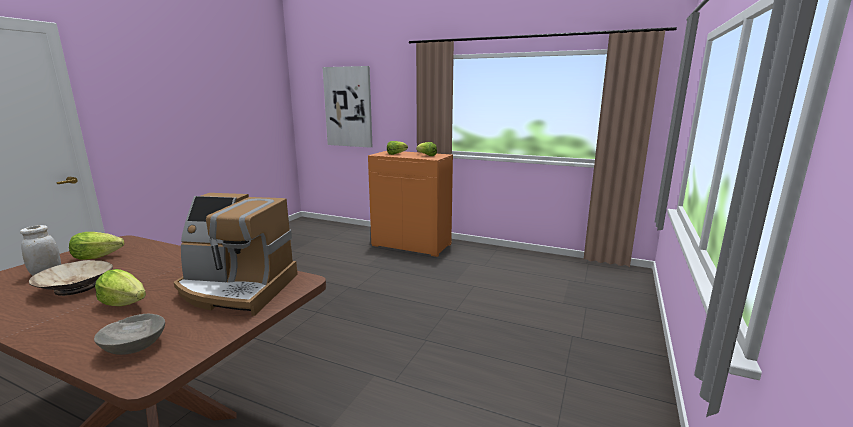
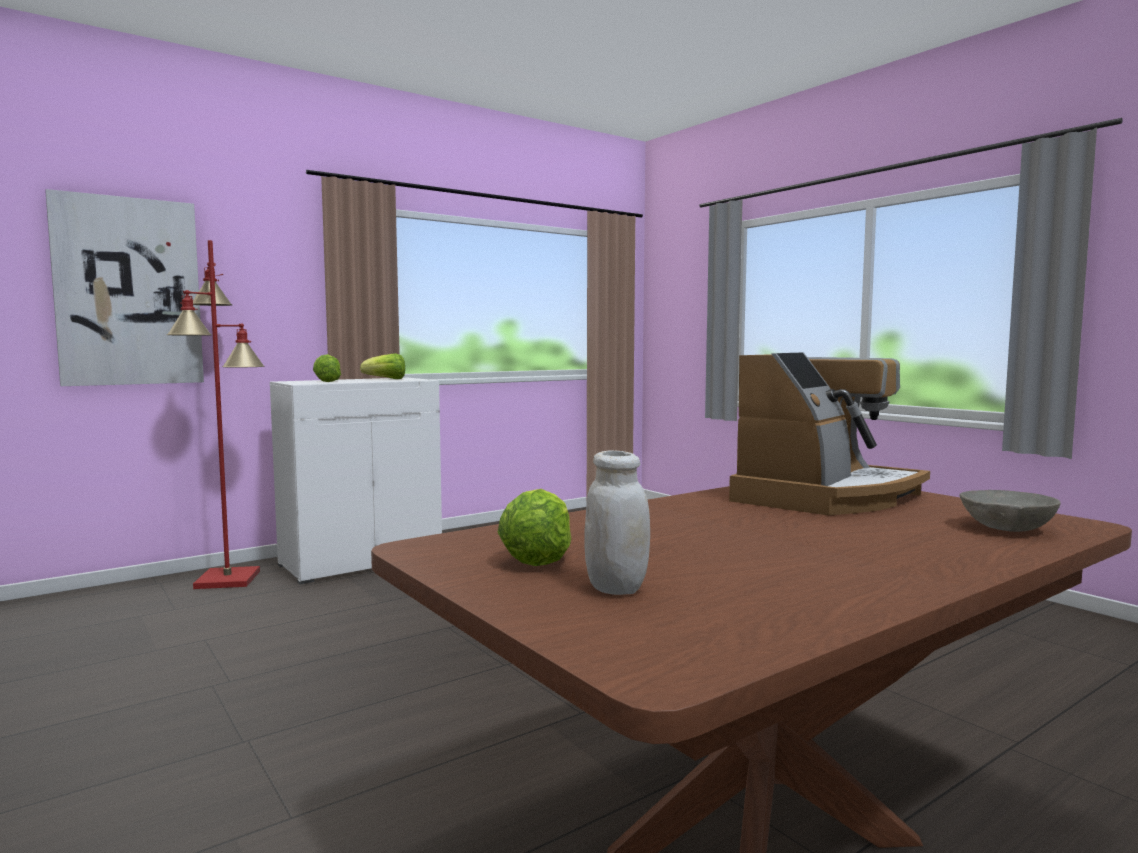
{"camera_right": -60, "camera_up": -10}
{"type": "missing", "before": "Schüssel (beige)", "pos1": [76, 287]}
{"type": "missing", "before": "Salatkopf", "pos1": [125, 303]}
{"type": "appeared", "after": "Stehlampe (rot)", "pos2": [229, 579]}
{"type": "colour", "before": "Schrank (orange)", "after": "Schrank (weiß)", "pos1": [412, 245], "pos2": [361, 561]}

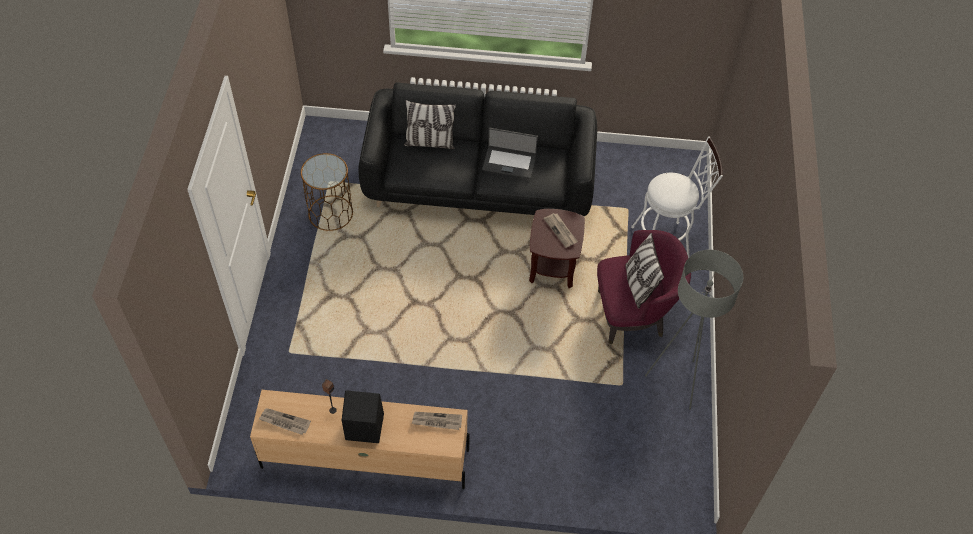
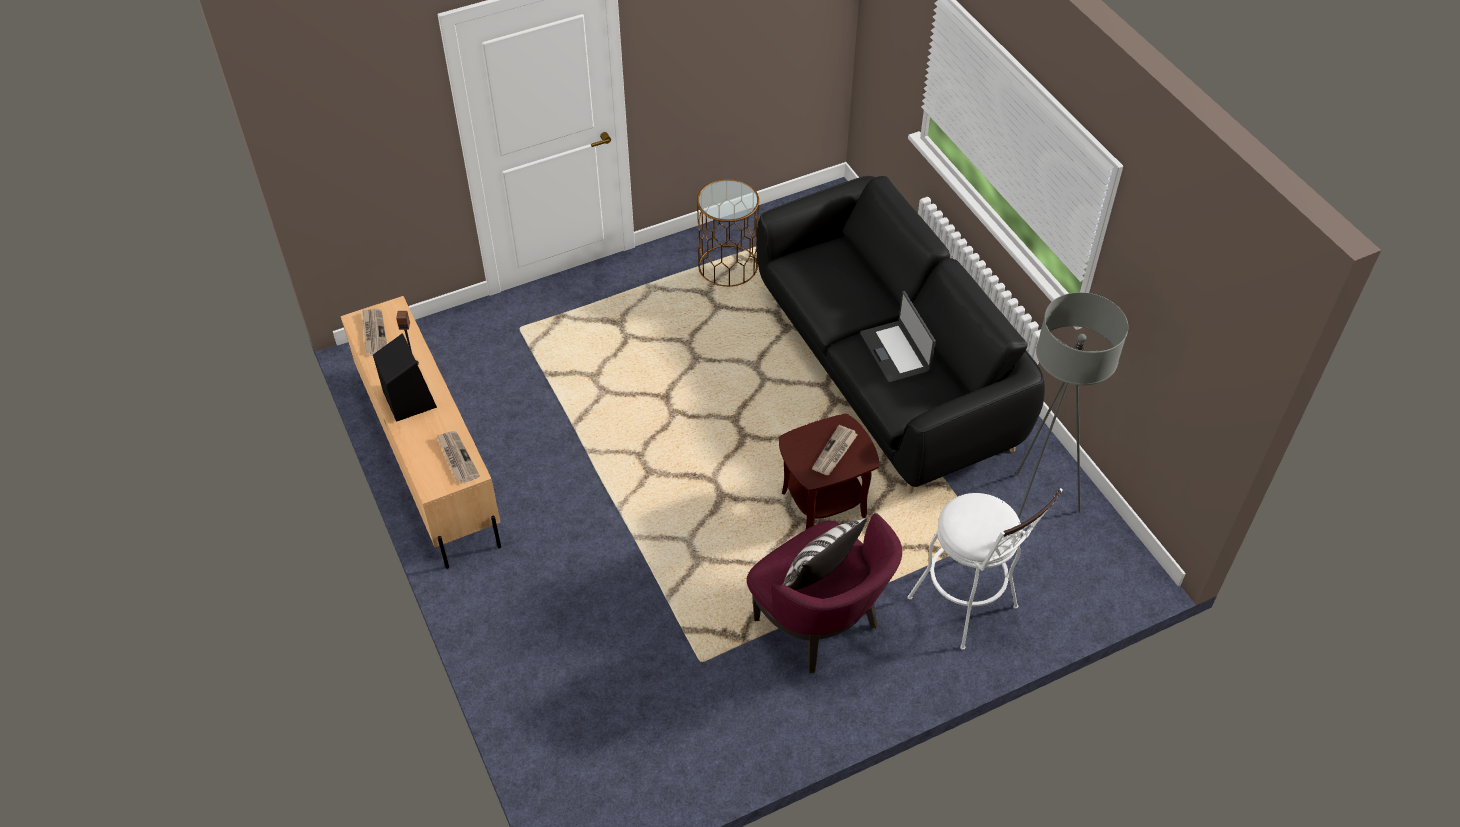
{"camera_right": 60, "camera_up": -5}
{"type": "missing", "before": "Kissen", "pos1": [430, 142]}
{"type": "relocated", "before": "Stehlampe (grau)", "pos1": [676, 382], "pos2": [1035, 507]}

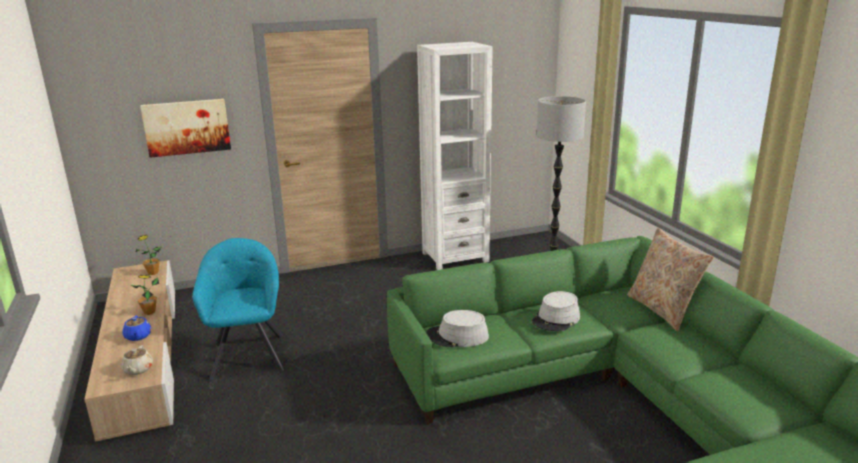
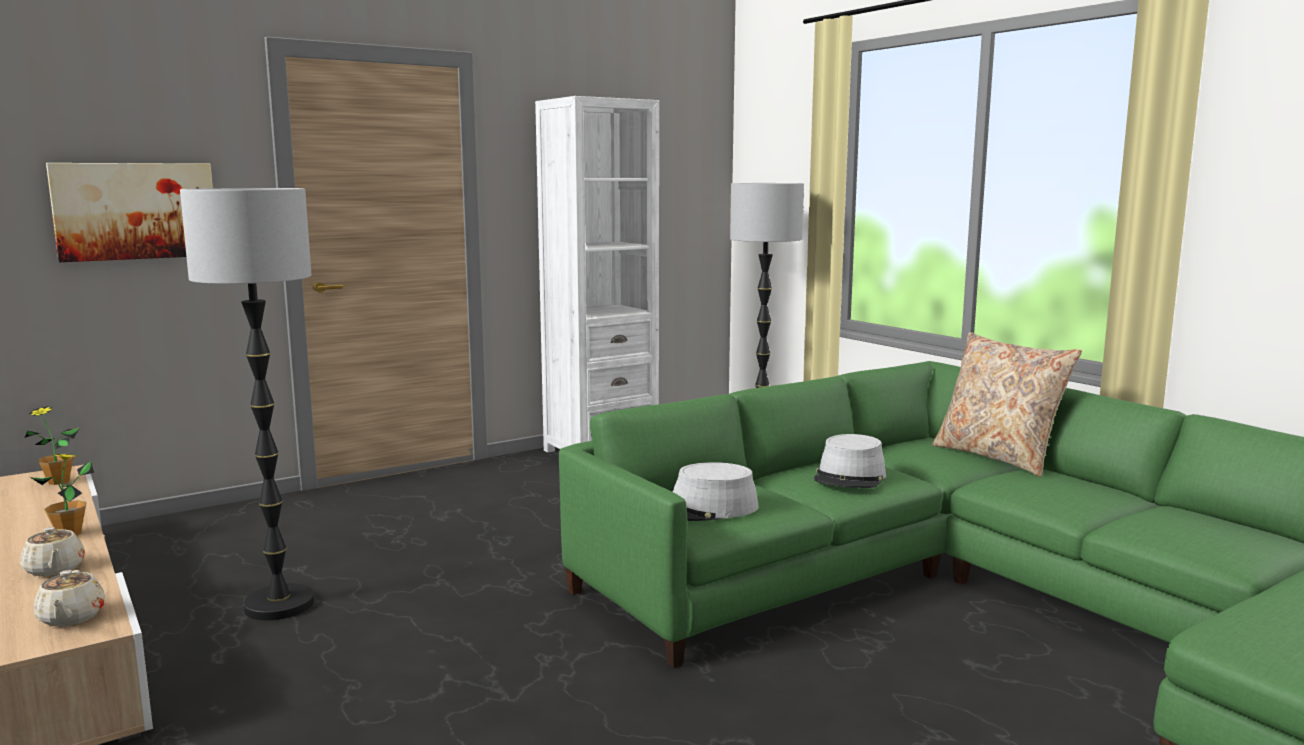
{"camera_right": -15, "camera_up": -10}
{"type": "exchanged", "before": "Sessel (türkis)", "after": "Stehlampe", "pos1": [248, 354], "pos2": [279, 605]}
{"type": "colour", "before": "Teekanne (blau)", "after": "Teekanne (beige)", "pos1": [138, 336], "pos2": [54, 569]}

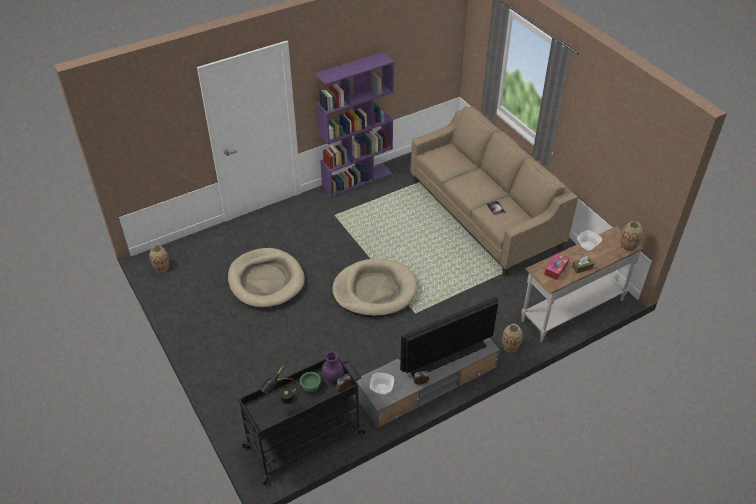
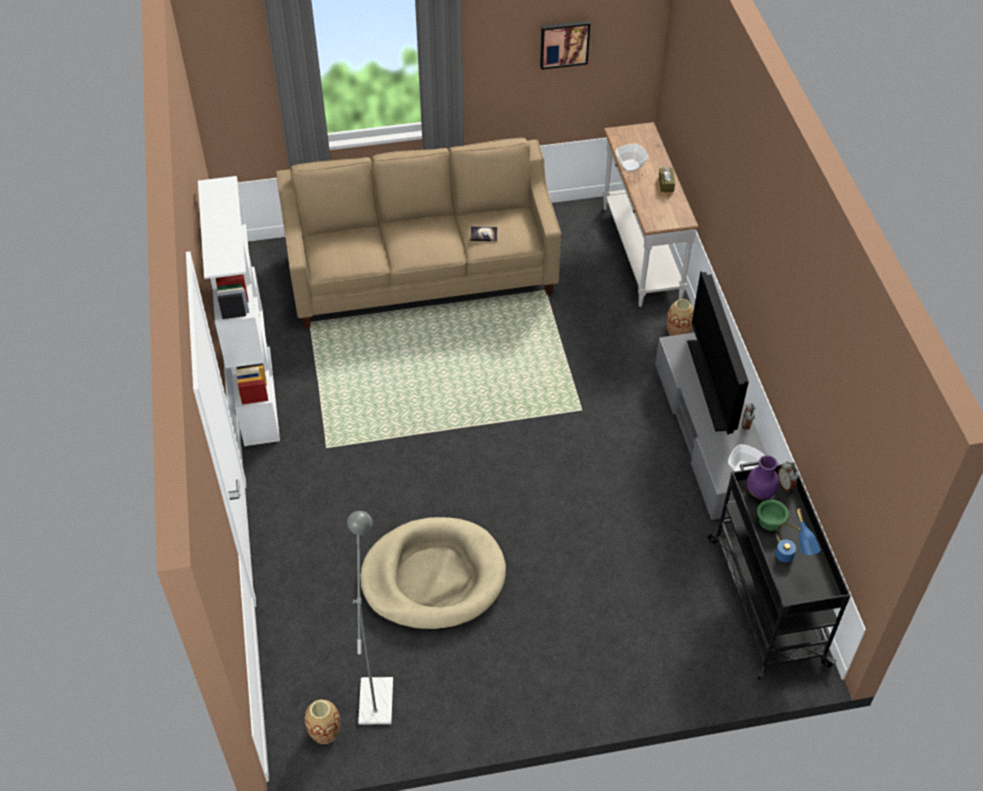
{"camera_right": -70, "camera_up": 5}
{"type": "missing", "before": "Hundebett (beige)", "pos1": [374, 291]}
{"type": "missing", "before": "Taschentuchbox", "pos1": [556, 269]}
{"type": "missing", "before": "Vase", "pos1": [628, 246]}
{"type": "appeared", "after": "Stehlampe (grau)", "pos2": [376, 691]}
{"type": "appeared", "after": "Bild", "pos2": [564, 43]}
{"type": "colour", "before": "Tischlampe (schwarz)", "after": "Tischlampe (blau)", "pos1": [282, 402], "pos2": [789, 561]}
{"type": "colour", "before": "Bücherregal (lila)", "after": "Bücherregal (weiß)", "pos1": [357, 179], "pos2": [256, 395]}

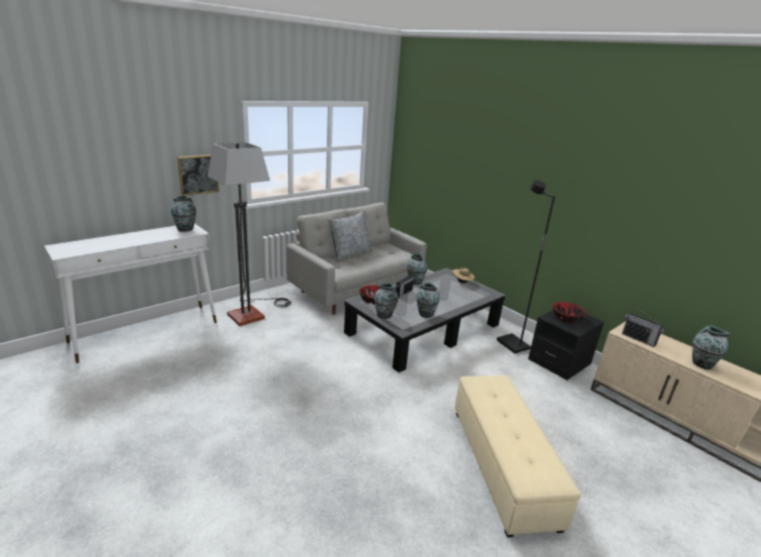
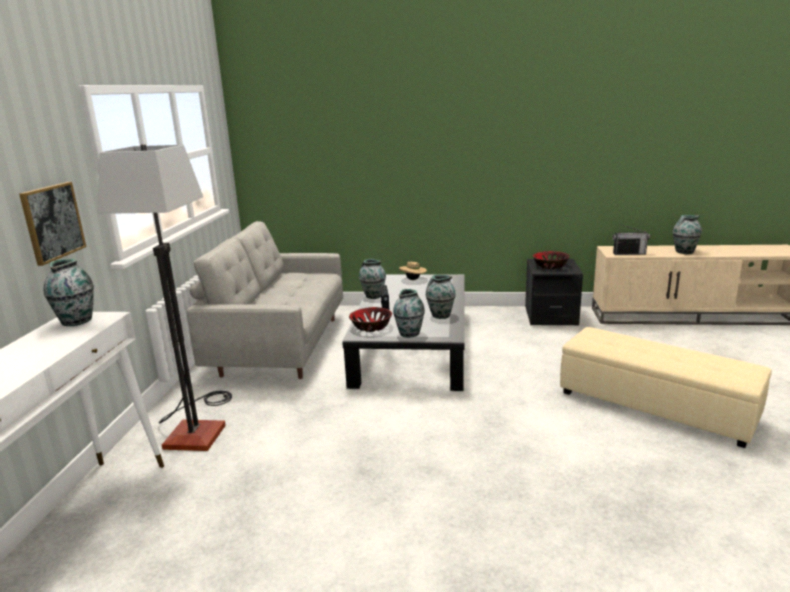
{"camera_right": -40, "camera_up": -5}
{"type": "missing", "before": "Kissen", "pos1": [350, 255]}
{"type": "missing", "before": "Stehlampe (schwarz)", "pos1": [512, 345]}

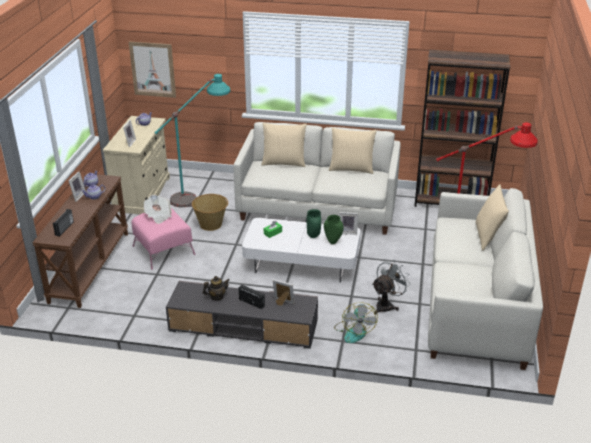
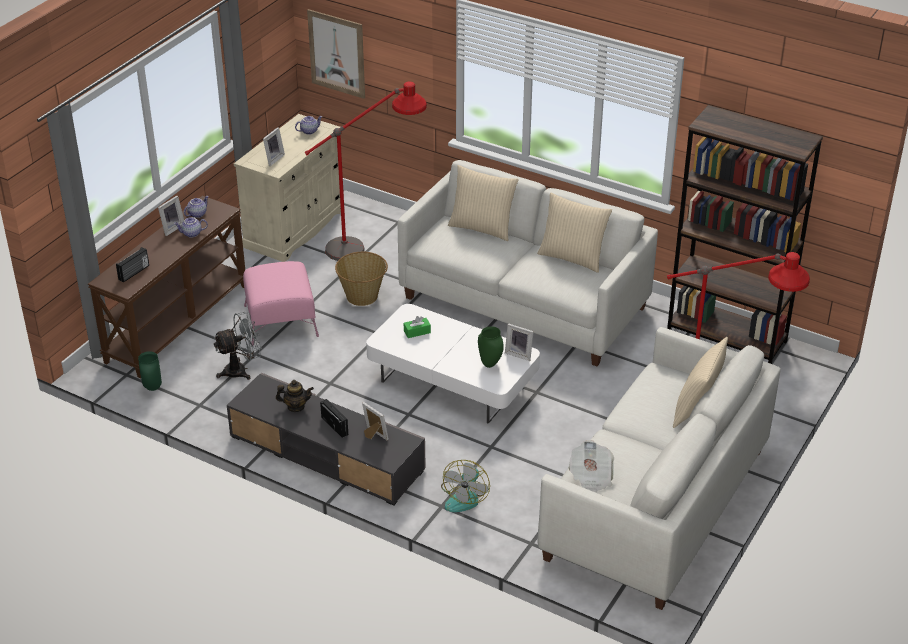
{"camera_right": 20, "camera_up": 5}
{"type": "relocated", "before": "Zeitung", "pos1": [158, 216], "pos2": [591, 477]}
{"type": "relocated", "before": "Vase (grün)", "pos1": [313, 236], "pos2": [152, 388]}
{"type": "relocated", "before": "Ventilator (grau)", "pos1": [387, 305], "pos2": [241, 370]}
{"type": "colour", "before": "Stehlampe (türkis)", "after": "Stehlampe (rot)", "pos1": [200, 194], "pos2": [372, 245]}

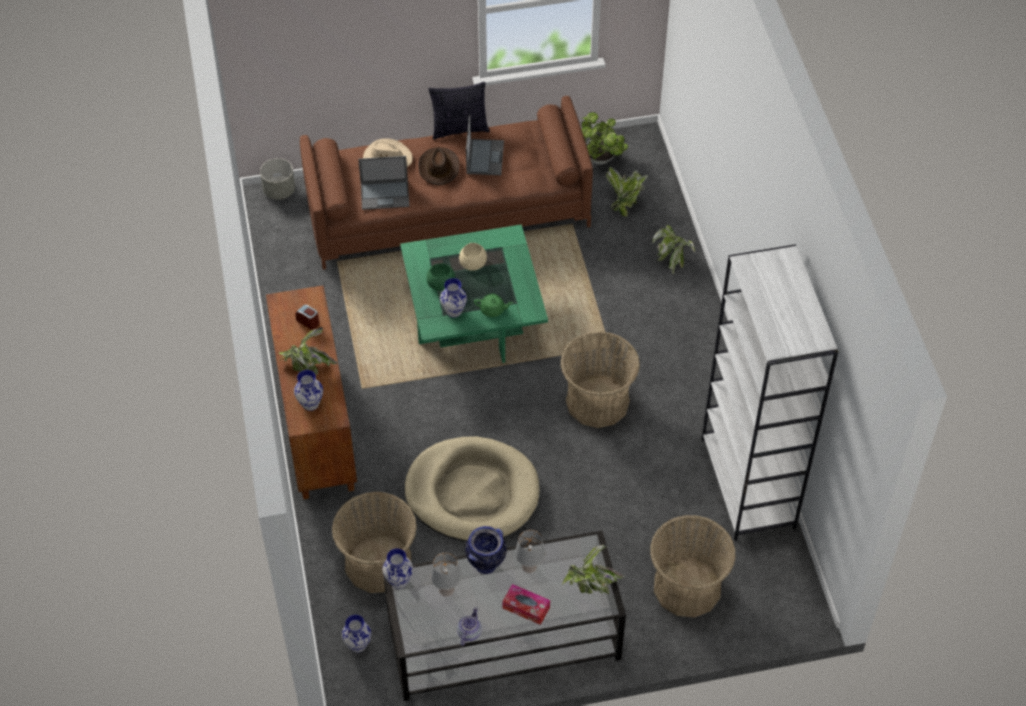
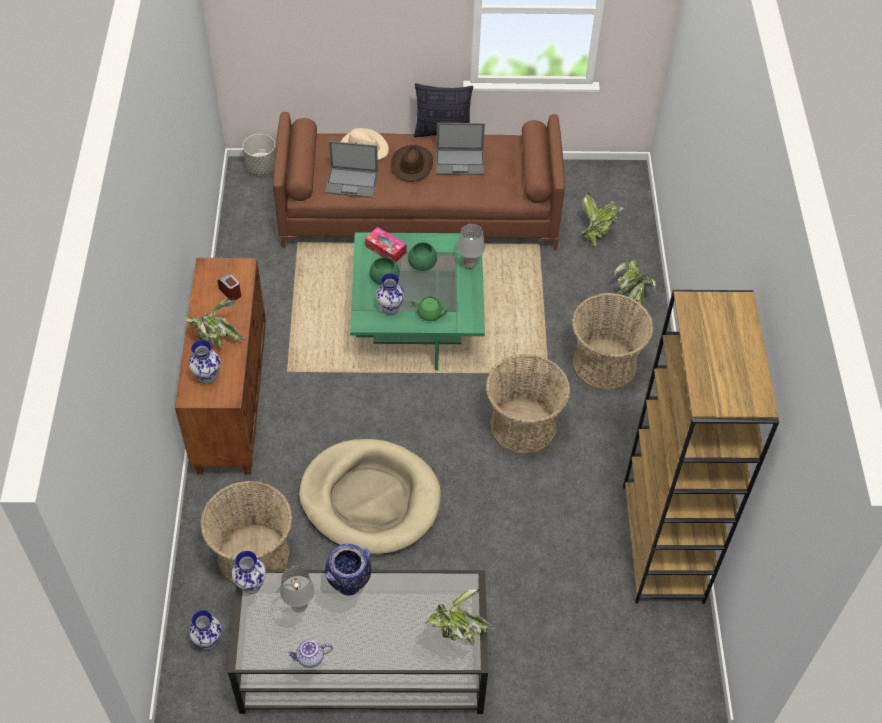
{"camera_right": 10, "camera_up": 0}
{"type": "missing", "before": "Topfpflanze", "pos1": [601, 160]}
{"type": "relocated", "before": "Taschentuchbox", "pos1": [526, 607], "pos2": [385, 249]}
{"type": "relocated", "before": "Tischlampe (grau)", "pos1": [529, 567], "pos2": [470, 264]}
{"type": "relocated", "before": "Korb", "pos1": [687, 587], "pos2": [604, 365]}
{"type": "colour", "before": "Schüssel (beige)", "after": "Schüssel (grün)", "pos1": [472, 264], "pos2": [422, 264]}
{"type": "colour", "before": "Bücherregal (weiß)", "after": "Bücherregal (braun)", "pos1": [748, 483], "pos2": [663, 543]}
{"type": "spun", "before": "Teekanne", "pos1": [468, 632], "pos2": [310, 658], "turn": -135}
{"type": "spun", "before": "Laptop", "pos1": [485, 157], "pos2": [460, 162], "turn": 75}

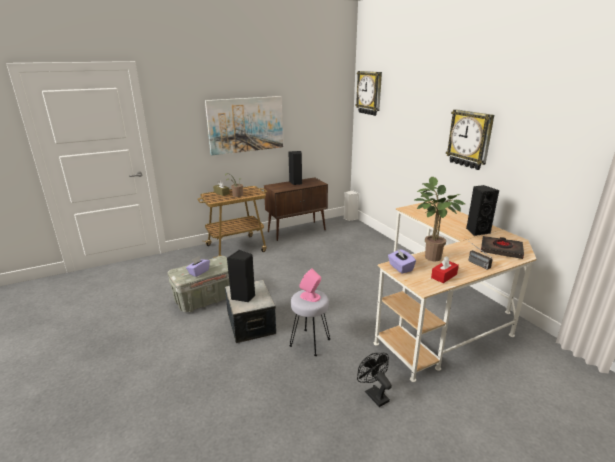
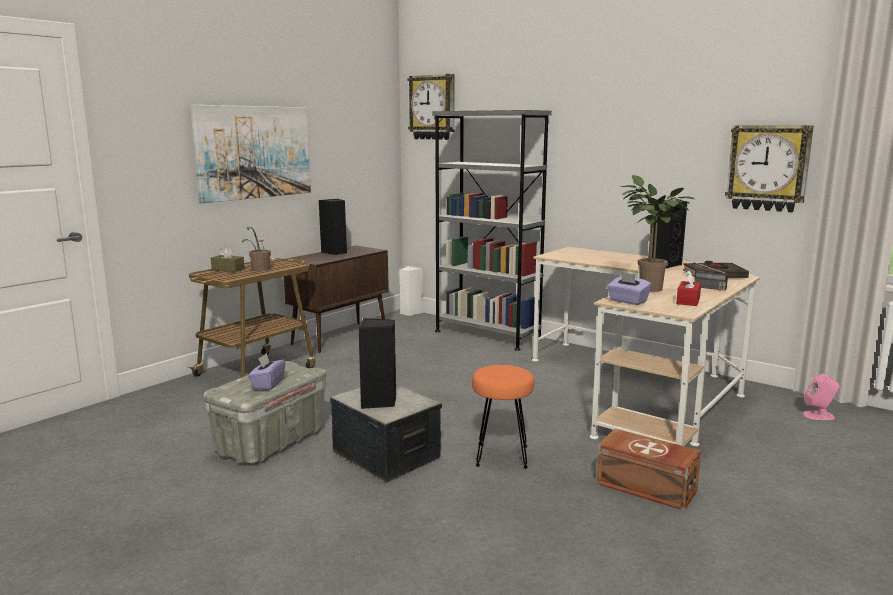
{"camera_right": -25, "camera_up": -10}
{"type": "appeared", "after": "Bücherregal (grau)", "pos2": [487, 335]}
{"type": "relocated", "before": "Lautsprecher (rosa)", "pos1": [310, 297], "pos2": [819, 415]}
{"type": "relocated", "before": "Wanduhr", "pos1": [470, 139], "pos2": [768, 168]}
{"type": "exchanged", "before": "Ventilator (schwarz)", "after": "Aufbewahrungsbox (braun)", "pos1": [373, 394], "pos2": [647, 488]}
{"type": "colour", "before": "Hocker (grau)", "after": "Hocker (orange)", "pos1": [309, 342], "pos2": [501, 456]}

